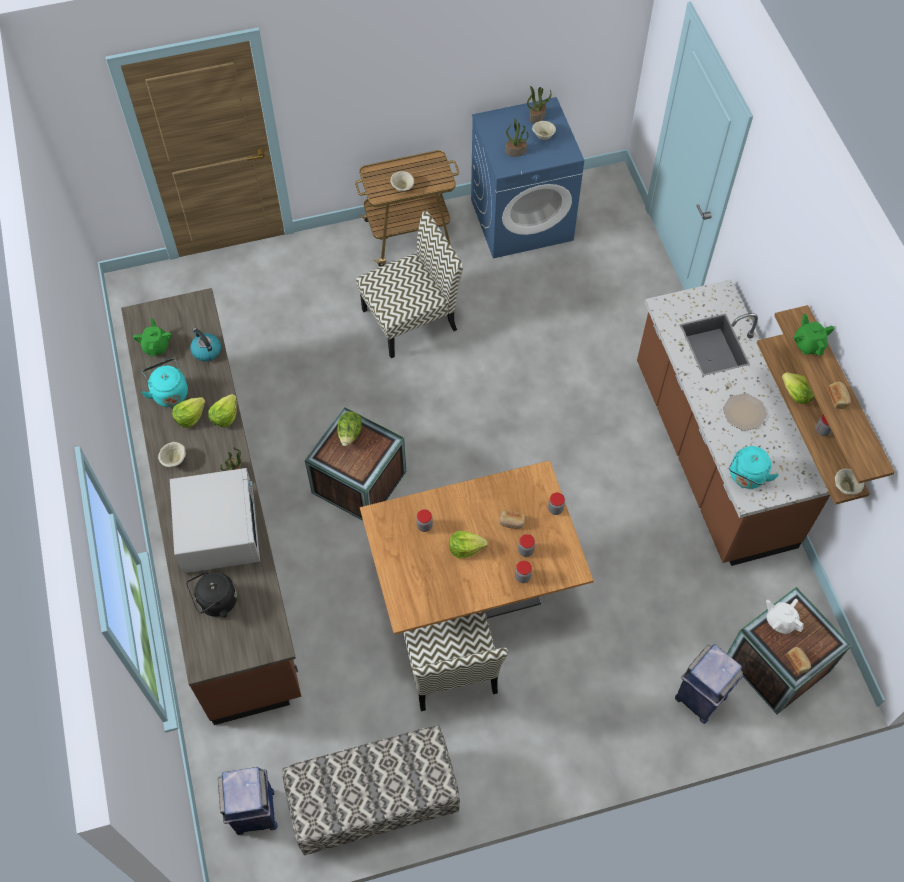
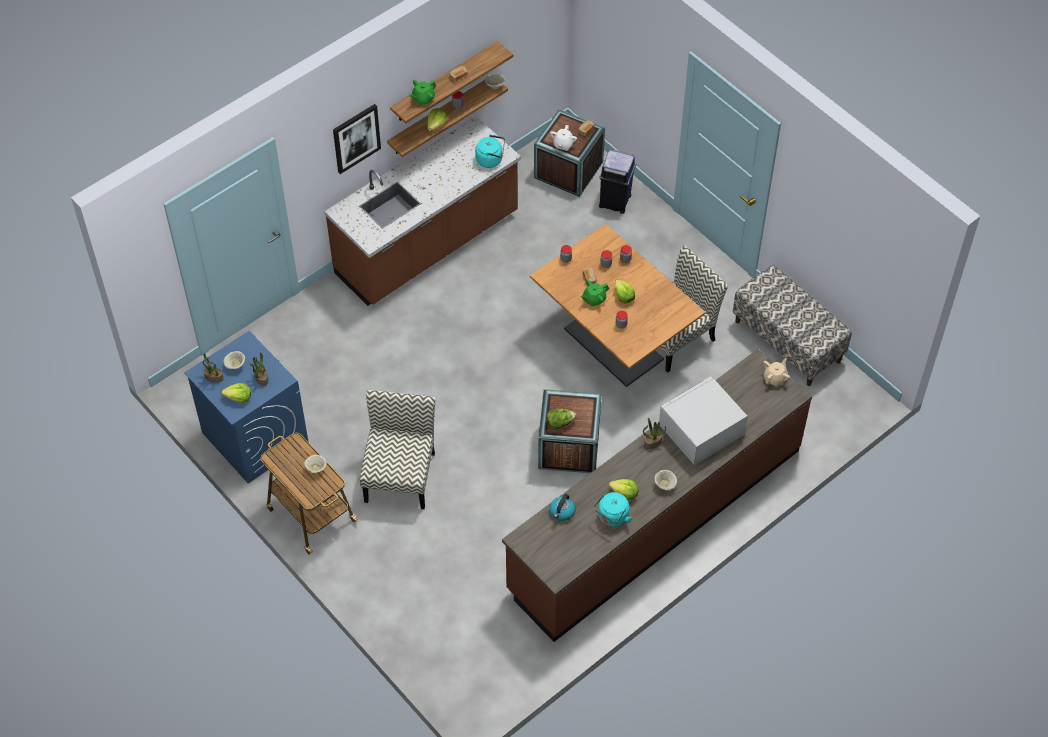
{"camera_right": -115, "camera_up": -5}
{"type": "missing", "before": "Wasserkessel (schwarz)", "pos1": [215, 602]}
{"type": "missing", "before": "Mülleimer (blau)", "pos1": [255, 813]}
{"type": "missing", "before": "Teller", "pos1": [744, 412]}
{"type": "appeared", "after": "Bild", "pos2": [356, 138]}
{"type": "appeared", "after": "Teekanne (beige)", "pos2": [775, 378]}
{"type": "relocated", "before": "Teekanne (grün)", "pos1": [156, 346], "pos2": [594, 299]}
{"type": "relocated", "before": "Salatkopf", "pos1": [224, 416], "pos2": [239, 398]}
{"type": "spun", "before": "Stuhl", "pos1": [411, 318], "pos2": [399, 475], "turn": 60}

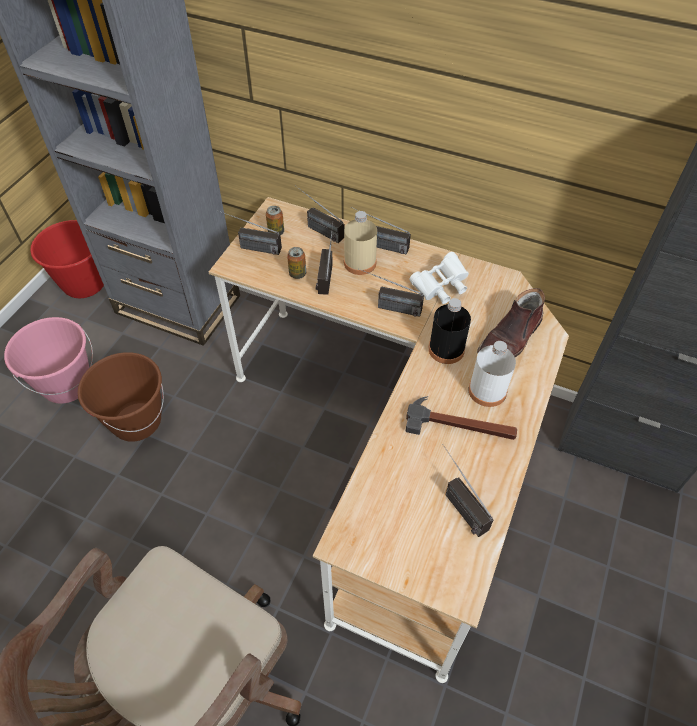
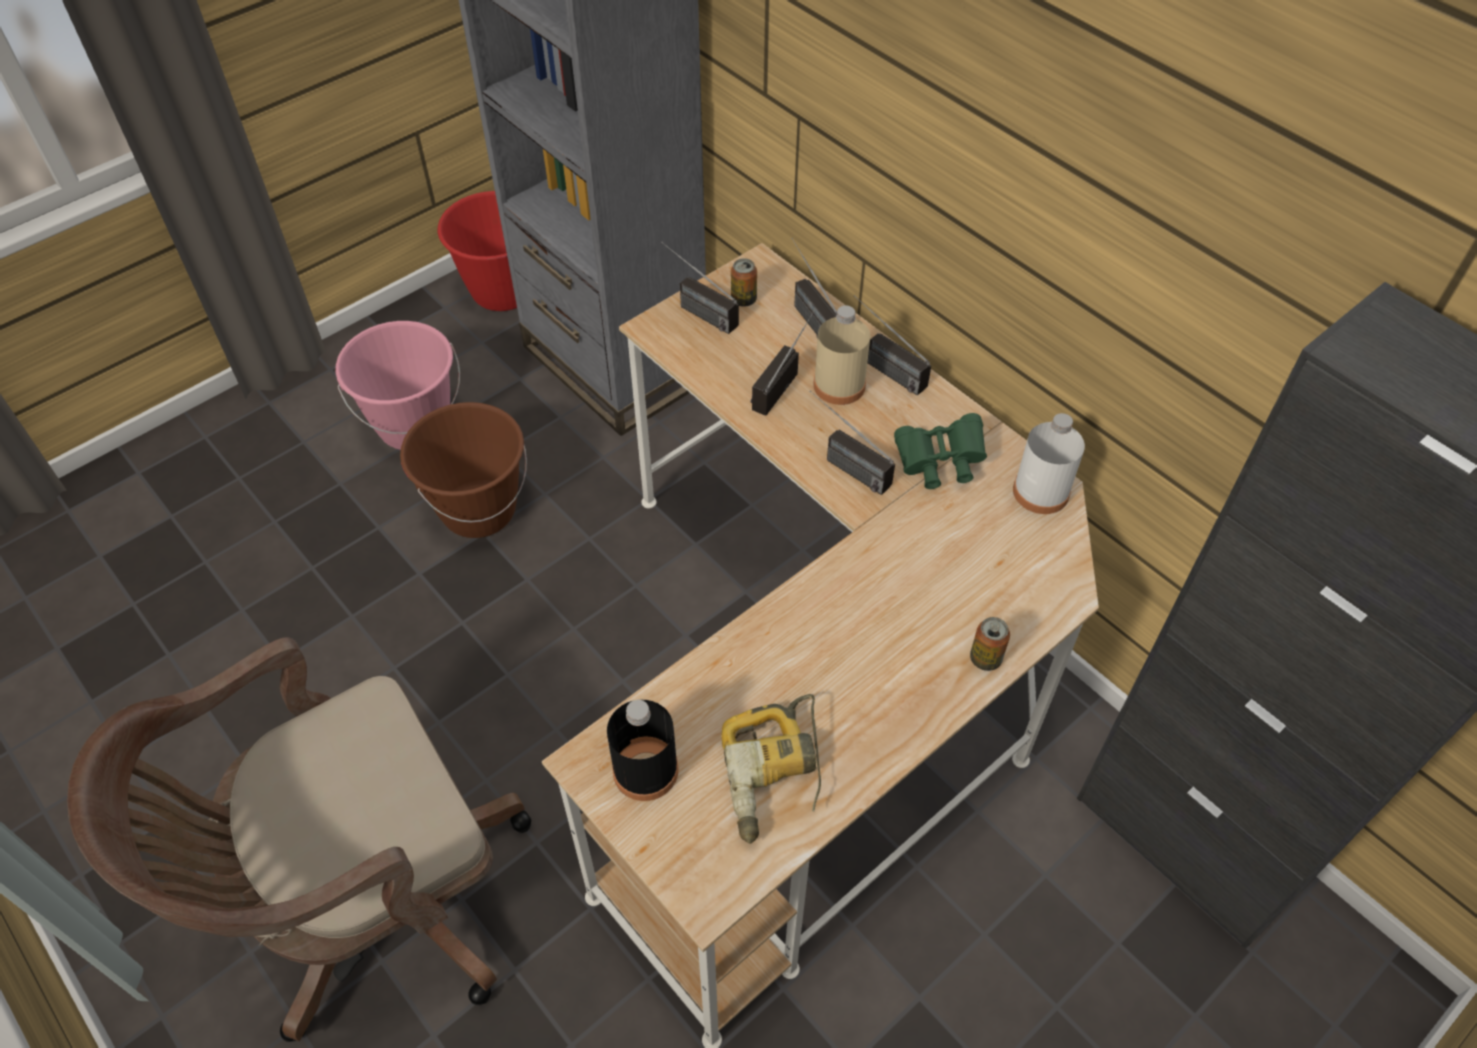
{"camera_right": 25, "camera_up": 0}
{"type": "missing", "before": "Hammer", "pos1": [460, 425]}
{"type": "missing", "before": "Stiefel (braun)", "pos1": [510, 338]}
{"type": "relocated", "before": "Dose", "pos1": [297, 274], "pos2": [985, 658]}
{"type": "relocated", "before": "Flasche (schwarz)", "pos1": [446, 349], "pos2": [645, 770]}
{"type": "relocated", "before": "Flasche (weiß)", "pos1": [487, 391], "pos2": [1040, 492]}
{"type": "exchanged", "before": "Radio", "after": "Bohrmaschine", "pos1": [456, 501], "pos2": [775, 774]}
{"type": "colour", "before": "Fernglas (weiß)", "after": "Fernglas (grün)", "pos1": [440, 287], "pos2": [939, 463]}

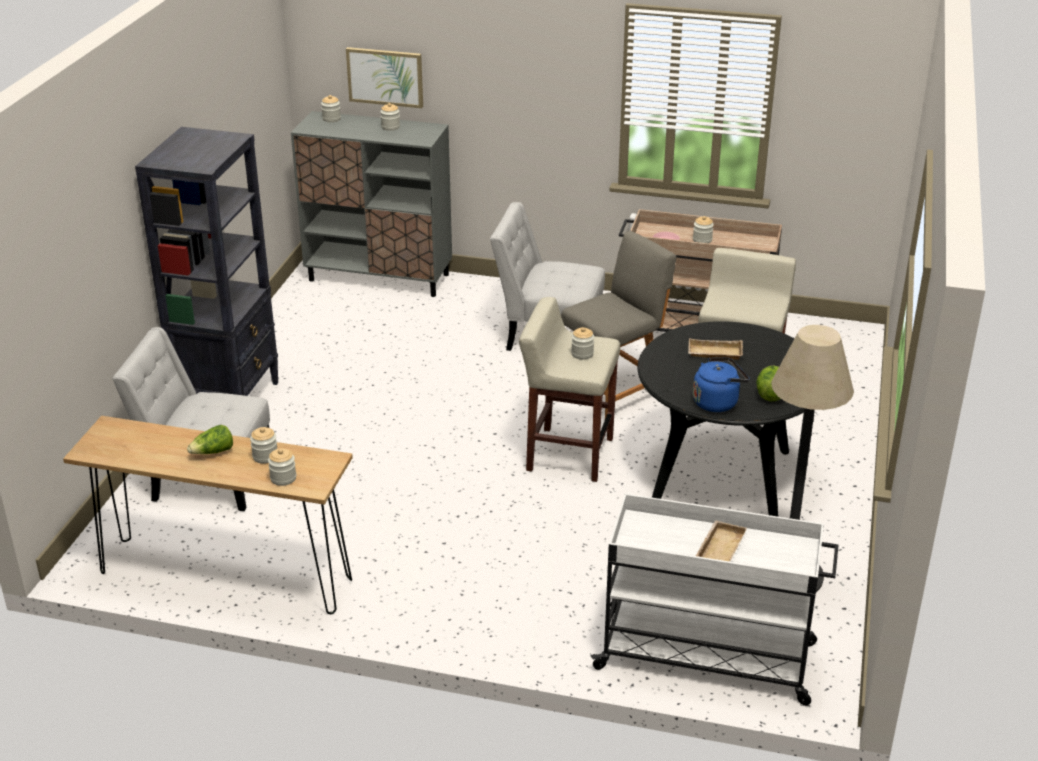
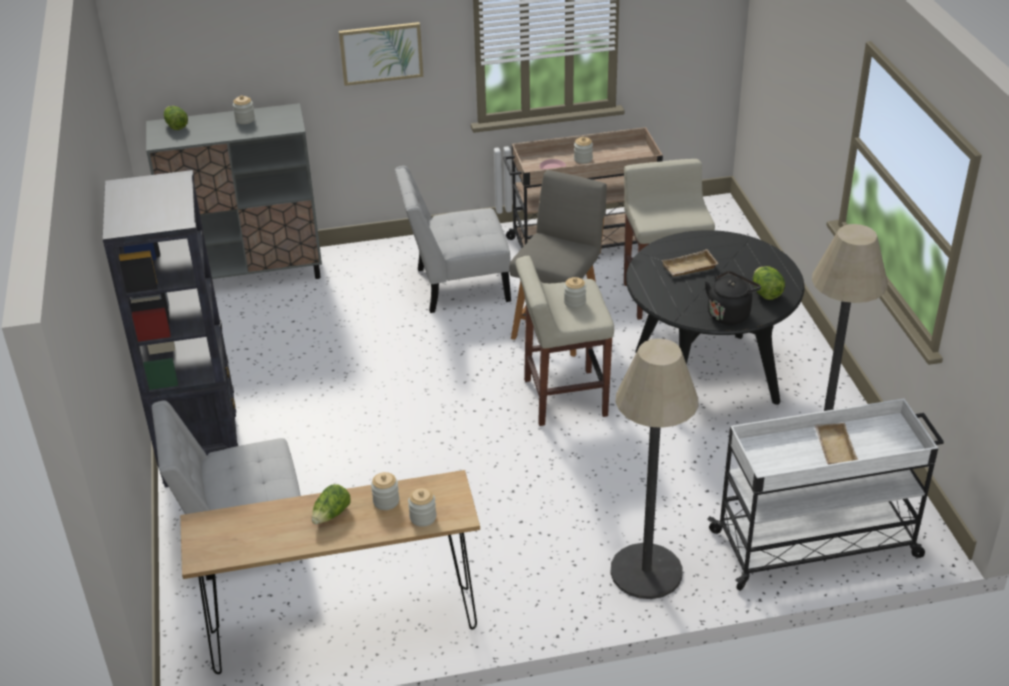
{"camera_right": -25, "camera_up": 5}
{"type": "appeared", "after": "Stehlampe", "pos2": [646, 571]}
{"type": "relocated", "before": "Bild", "pos1": [385, 77], "pos2": [381, 53]}
{"type": "exchanged", "before": "Vorratsglas", "after": "Salatkopf", "pos1": [331, 119], "pos2": [175, 125]}
{"type": "colour", "before": "Wasserkessel (blau)", "after": "Wasserkessel (schwarz)", "pos1": [717, 402], "pos2": [729, 313]}

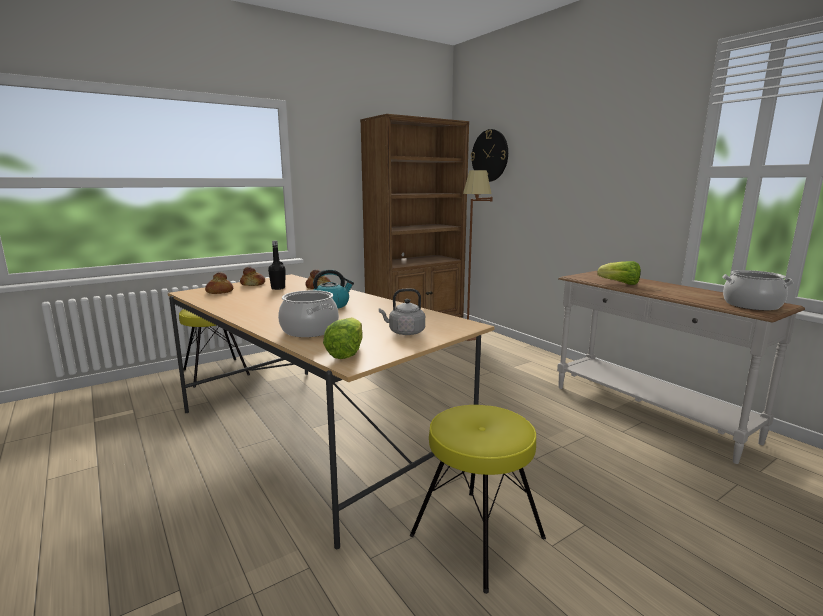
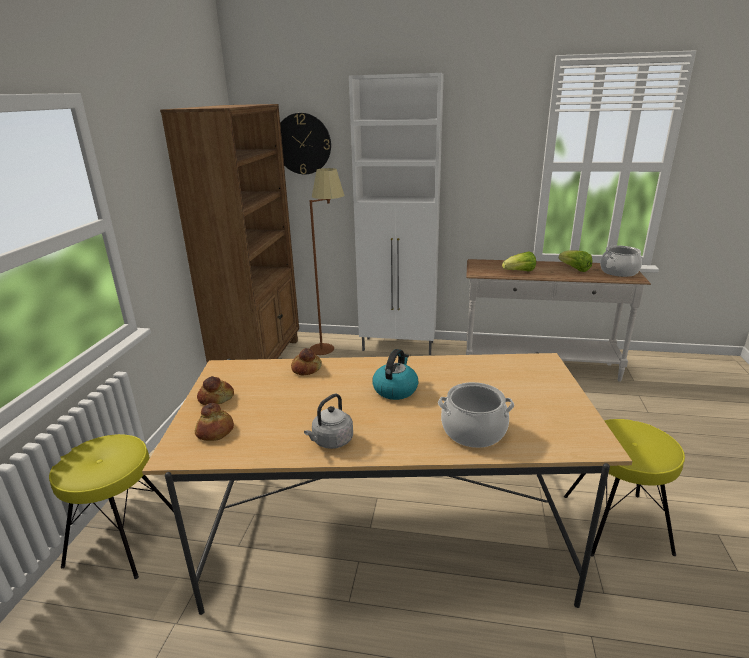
{"camera_right": -45, "camera_up": 10}
{"type": "missing", "before": "Flasche (schwarz)", "pos1": [278, 288]}
{"type": "appeared", "after": "Schrank (weiß)", "pos2": [399, 346]}
{"type": "relocated", "before": "Salatkopf", "pos1": [346, 352], "pos2": [574, 269]}
{"type": "relocated", "before": "Wasserkessel (grau)", "pos1": [404, 332], "pos2": [331, 441]}

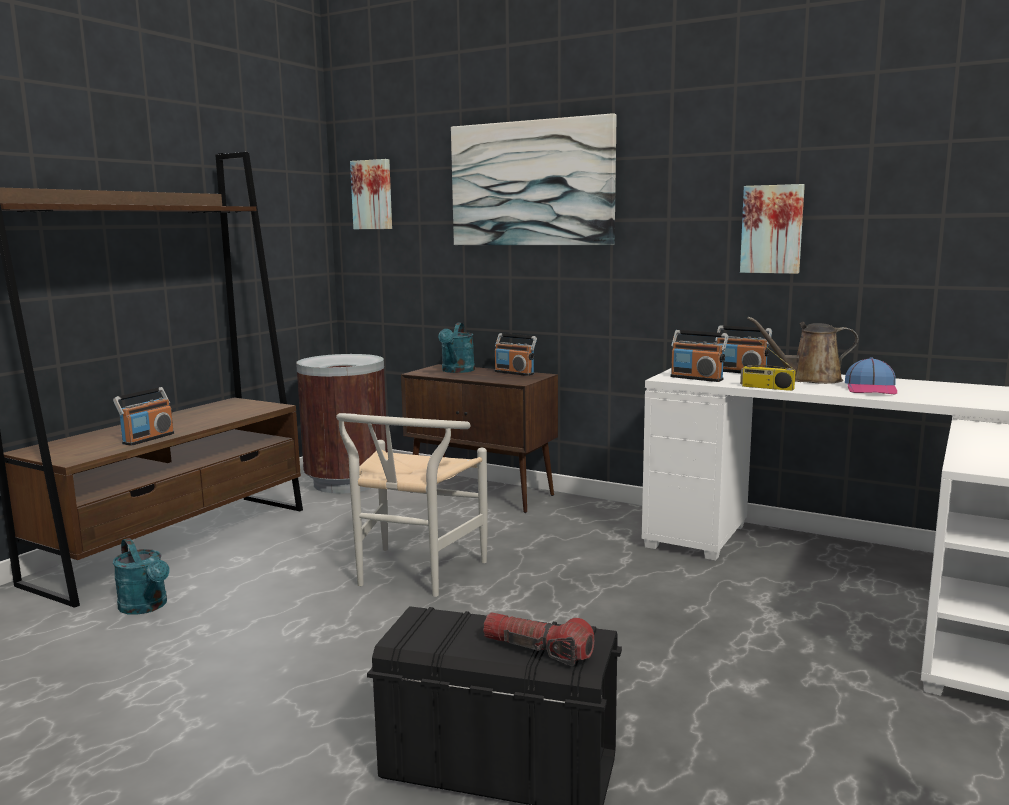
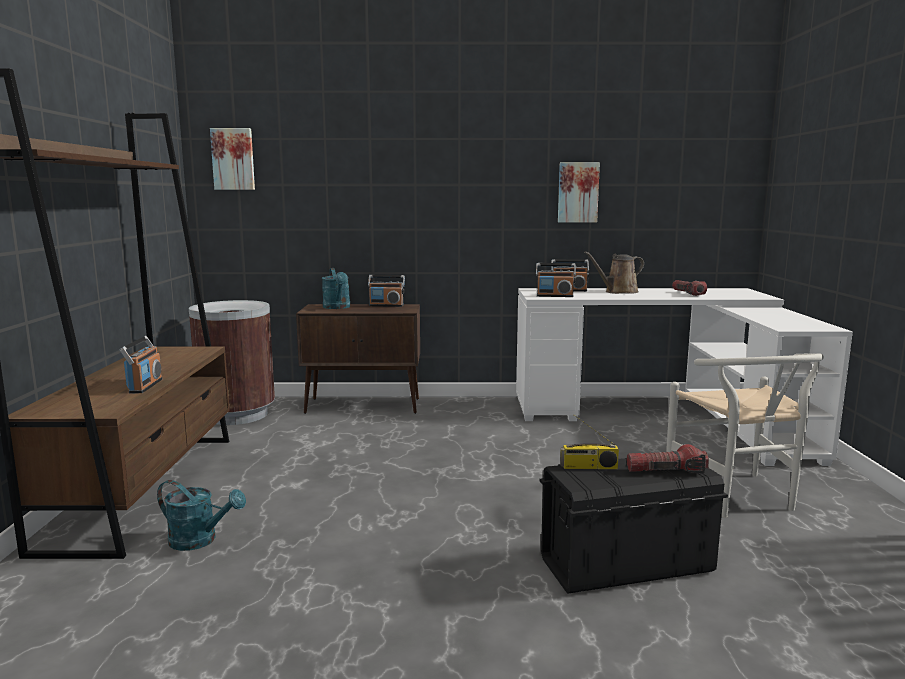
{"camera_right": -30, "camera_up": 0}
{"type": "missing", "before": "Bild", "pos1": [531, 183]}
{"type": "missing", "before": "Kappe", "pos1": [871, 389]}
{"type": "appeared", "after": "Taschenlampe", "pos2": [687, 293]}
{"type": "relocated", "before": "Stuhl (weiß)", "pos1": [412, 575], "pos2": [738, 498]}
{"type": "relocated", "before": "Radio", "pos1": [766, 387], "pos2": [588, 467]}

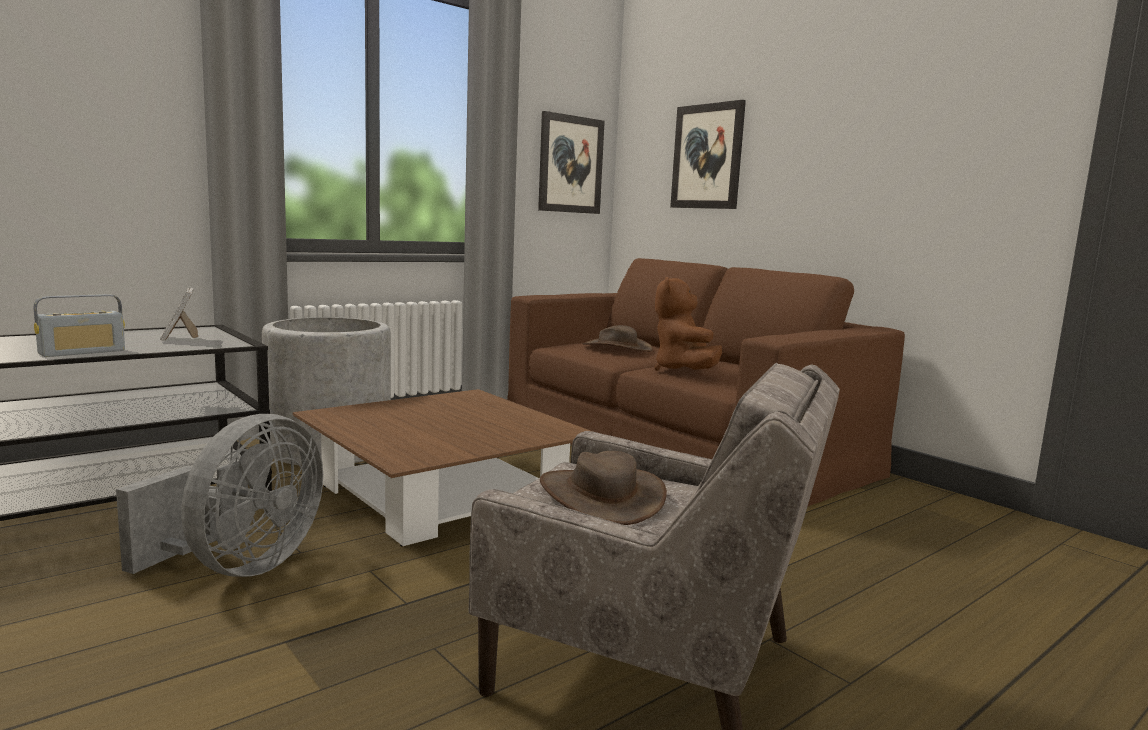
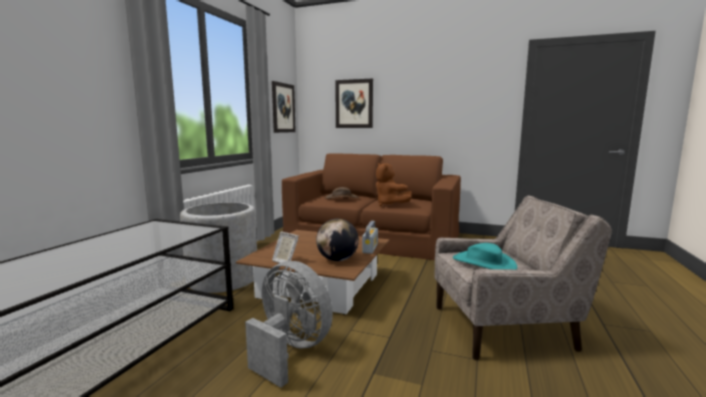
{"camera_right": -30, "camera_up": 0}
{"type": "appeared", "after": "Globus", "pos2": [337, 259]}
{"type": "relocated", "before": "Radio", "pos1": [82, 352], "pos2": [370, 248]}
{"type": "relocated", "before": "Bilderrahmen", "pos1": [179, 339], "pos2": [285, 261]}
{"type": "colour", "before": "Hut (braun)", "after": "Hut (türkis)", "pos1": [601, 496], "pos2": [483, 263]}
{"type": "spun", "before": "Ventilator (grau)", "pos1": [240, 567], "pos2": [290, 350], "turn": -45}

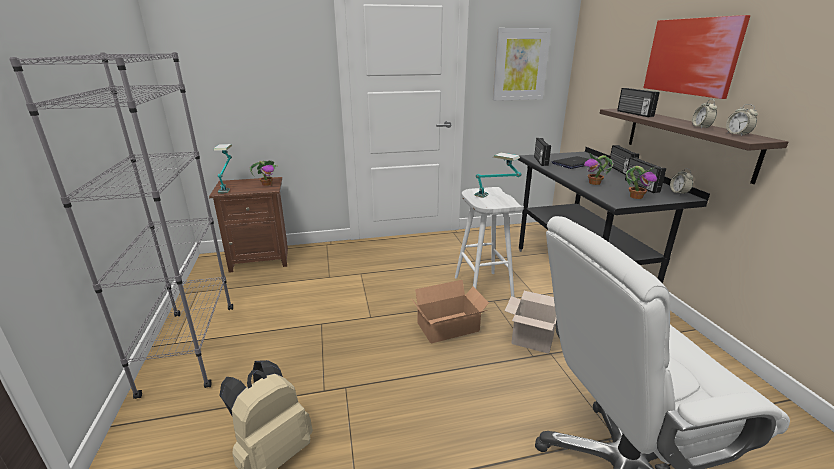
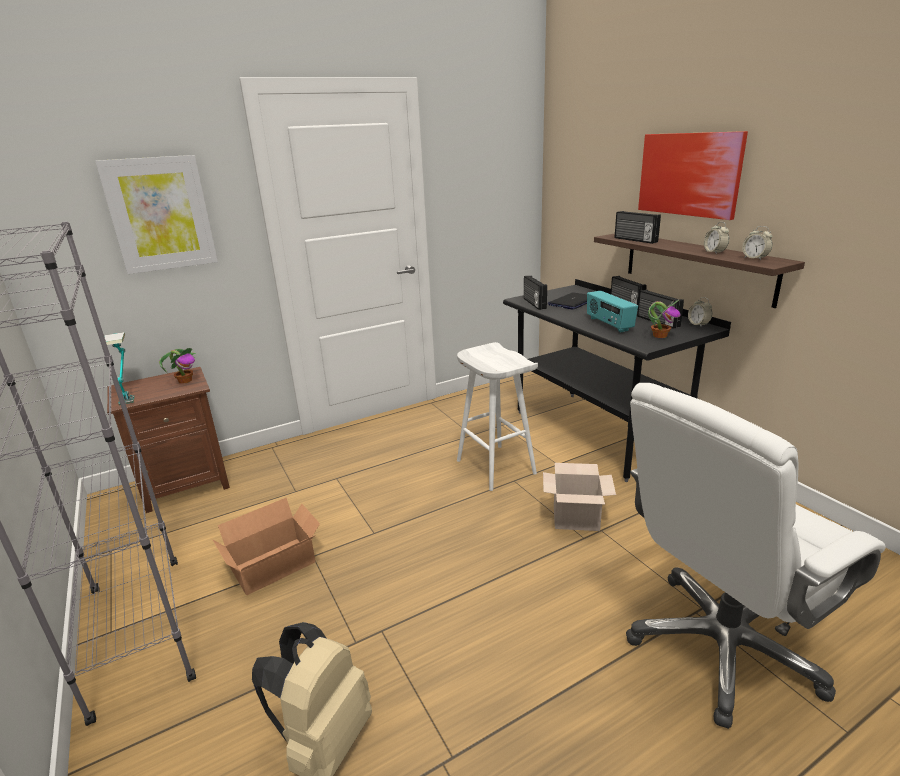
{"camera_right": -15, "camera_up": 0}
{"type": "missing", "before": "Tischlampe", "pos1": [496, 199]}
{"type": "relocated", "before": "Karton", "pos1": [450, 328], "pos2": [276, 566]}
{"type": "relocated", "before": "Bild", "pos1": [520, 65], "pos2": [160, 214]}
{"type": "exchanged", "before": "Topfpflanze", "after": "Radio", "pos1": [594, 183], "pos2": [608, 324]}

